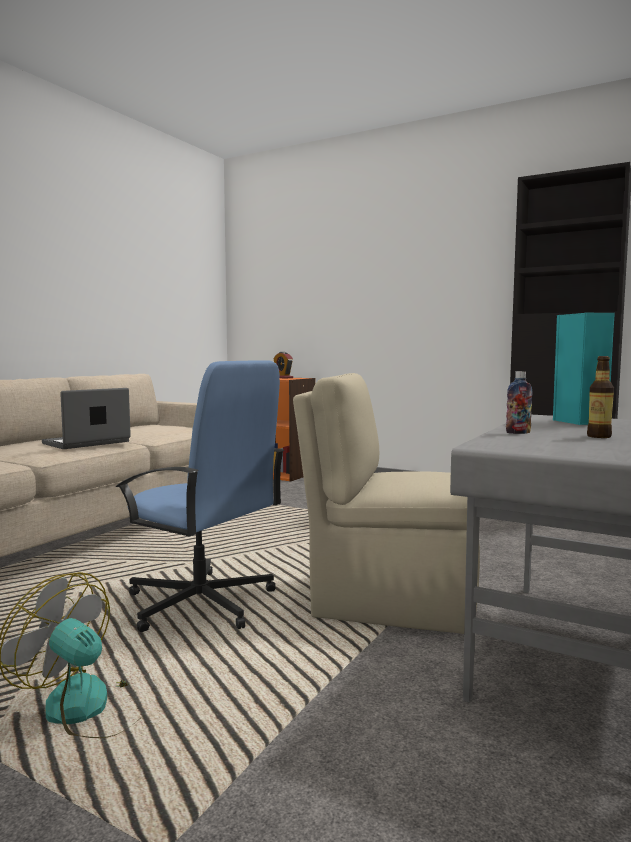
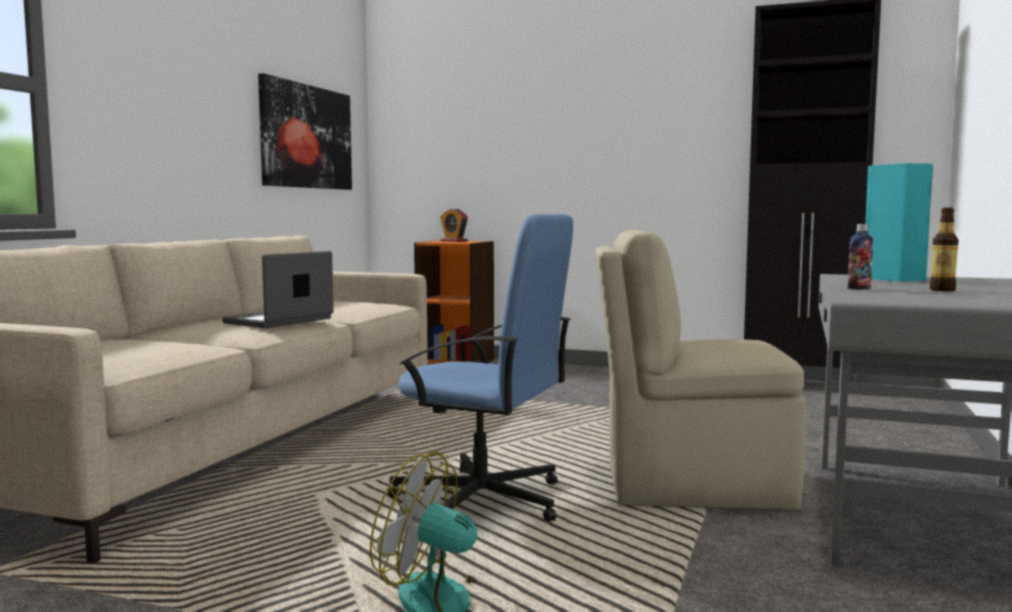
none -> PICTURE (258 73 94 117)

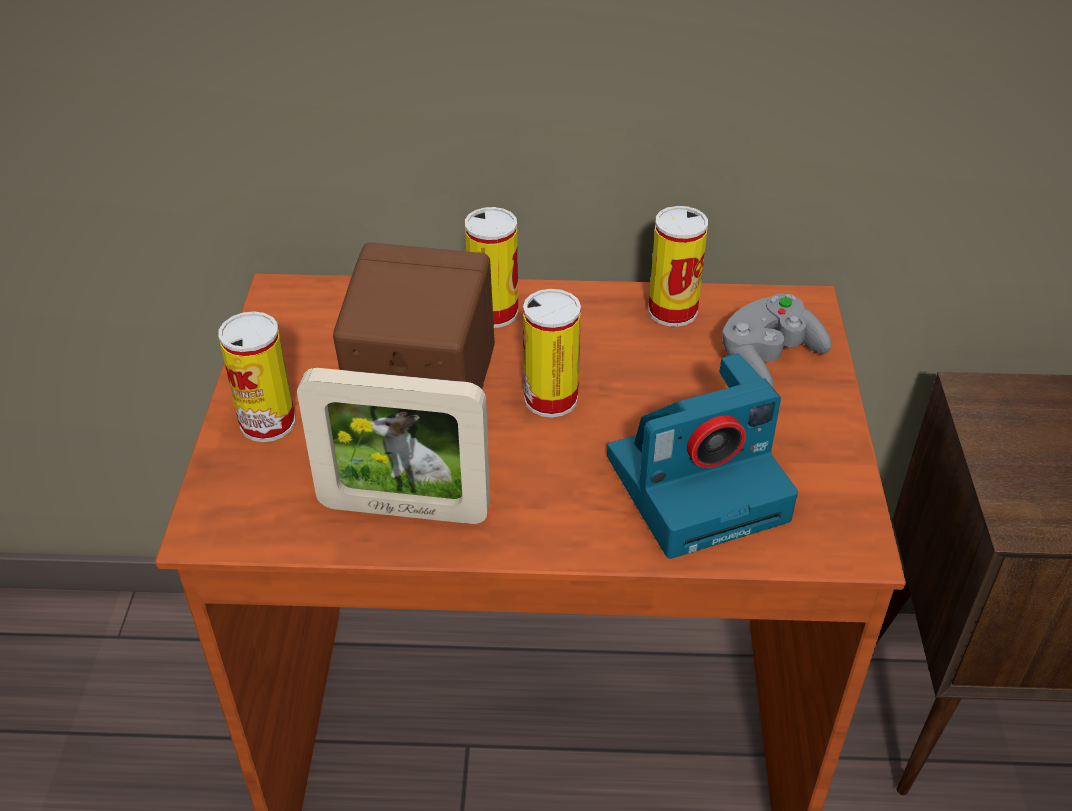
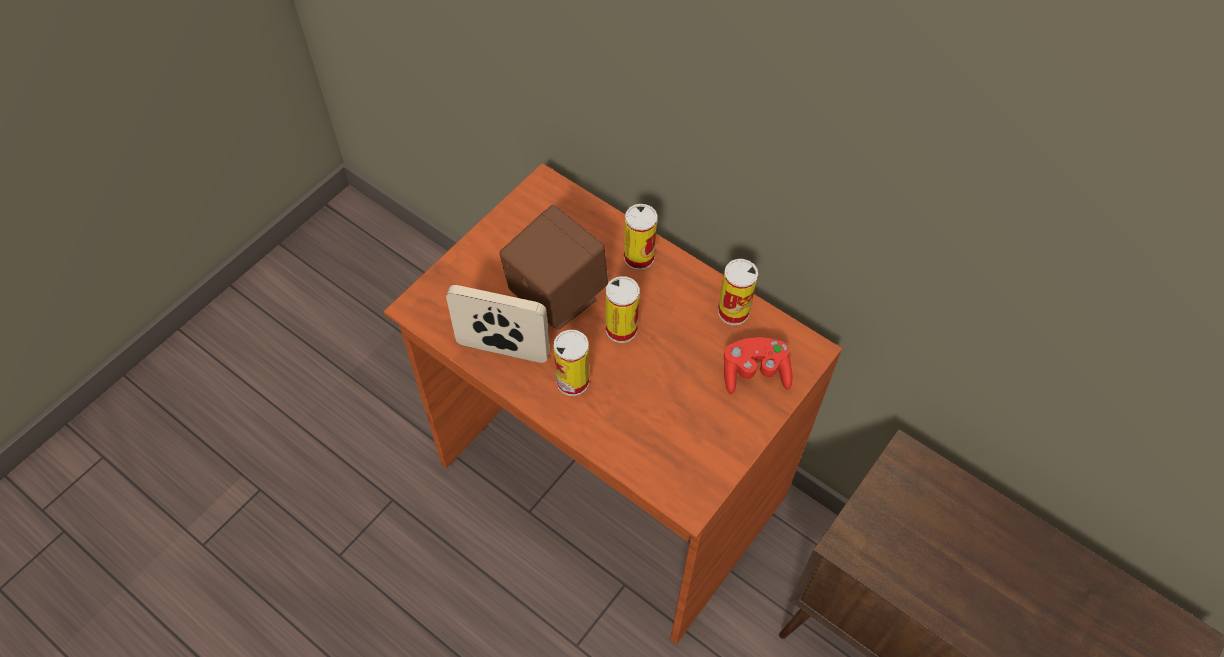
PICTURE FRAME (297 368 193 156) -> PICTURE FRAME (446 285 104 78), 150 degrees clockwise
CAN (218 311 77 131) -> CAN (554 330 35 66), shifted
GREY GAME CONTROLLER (722 293 110 94) -> RED GAME CONTROLLER (724 337 68 57)
PHOTO CAMERA (607 354 191 205) -> none

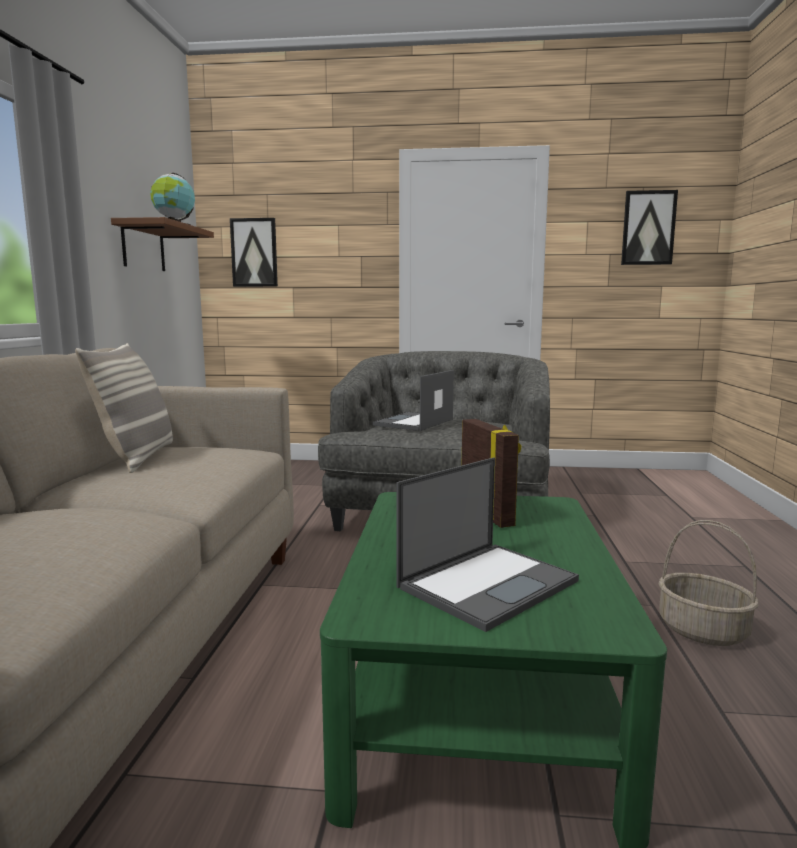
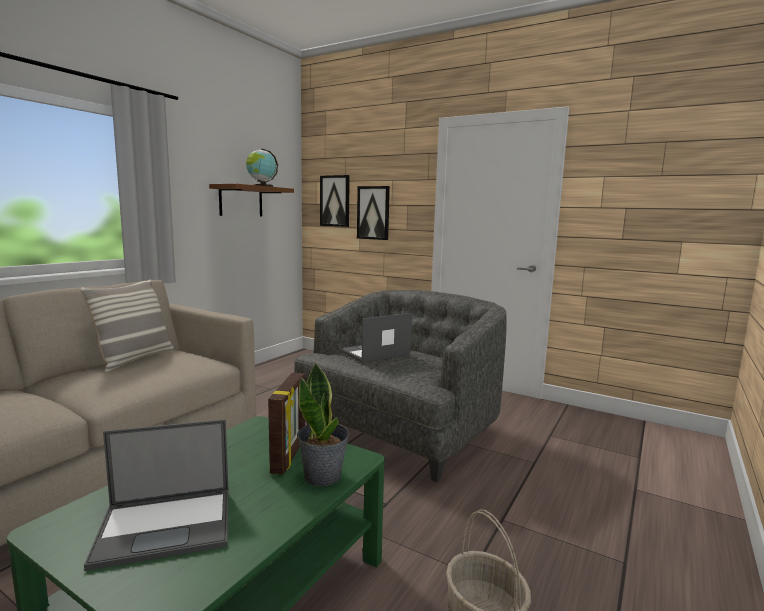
none -> POTTED PLANT (297 362 52 124)
PICTURE (621 190 57 75) -> PICTURE (357 186 33 54), shifted

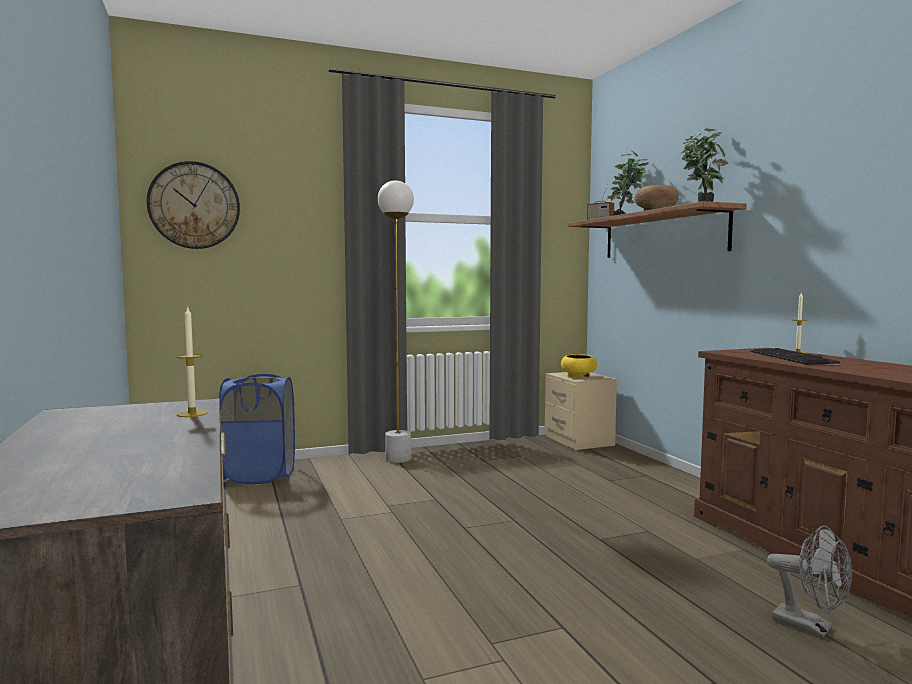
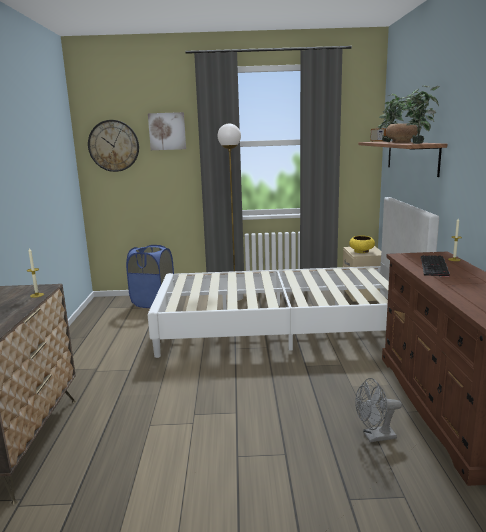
none -> PICTURE (148 112 38 38)
none -> WHITE BED (148 197 291 161)
GREY FAN (767 525 85 113) -> GREY FAN (355 378 47 64), 105 degrees clockwise

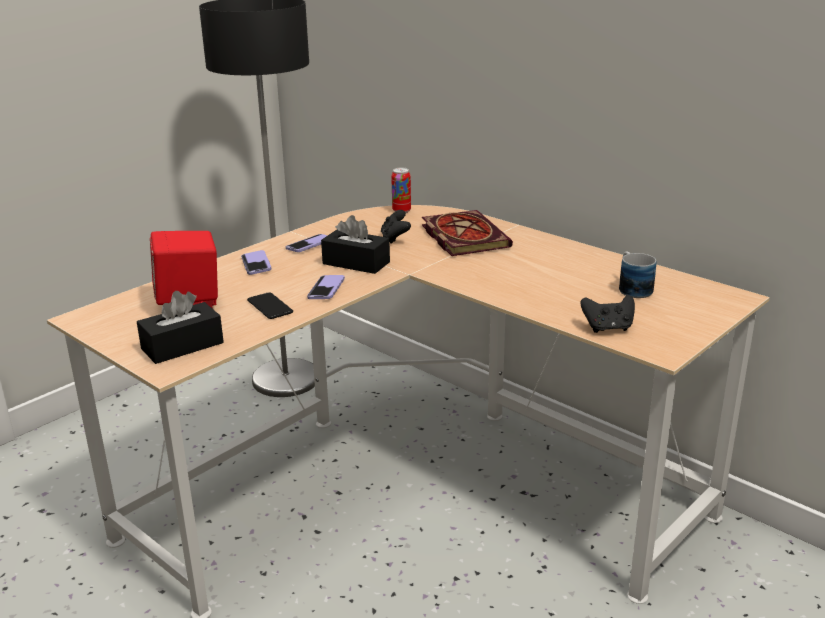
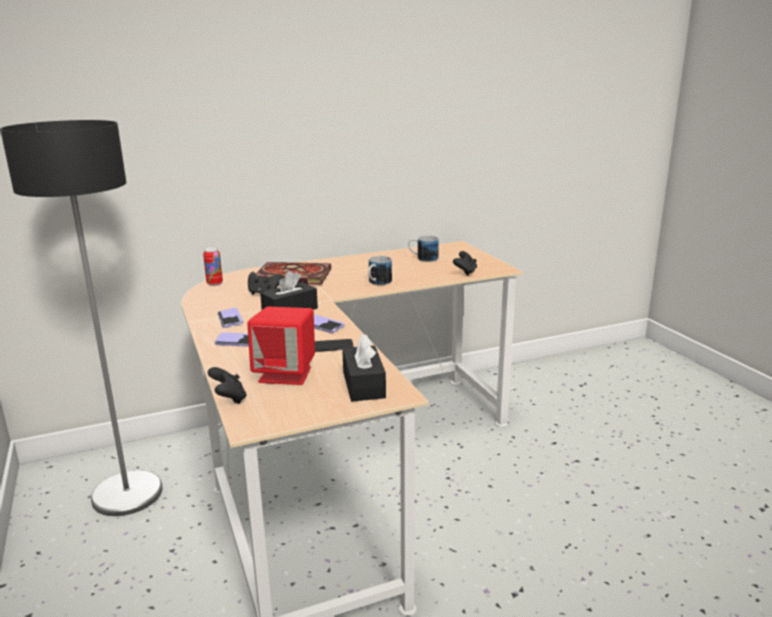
none -> BLACK GAME CONTROLLER (208 367 39 37)
none -> MUG (368 256 24 29)

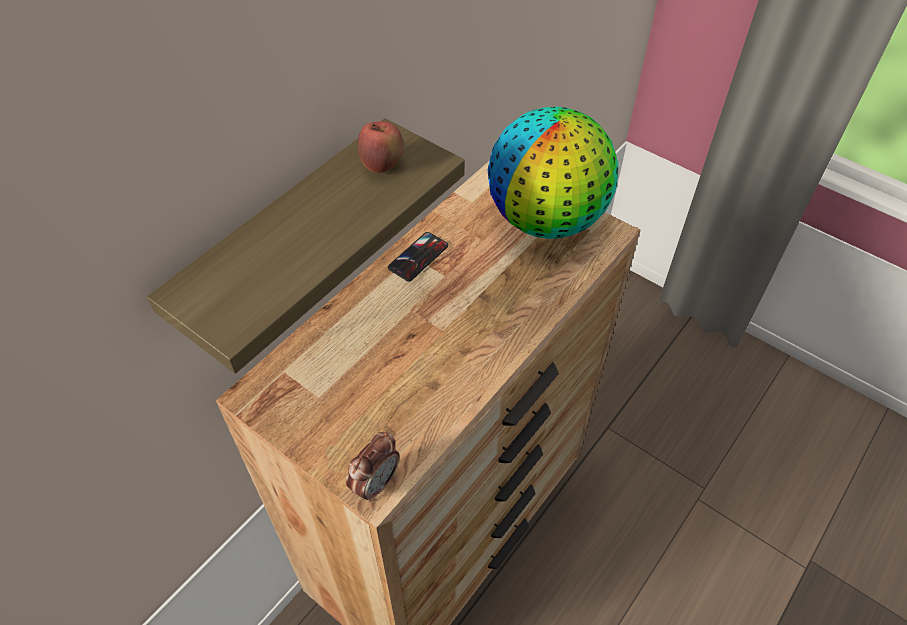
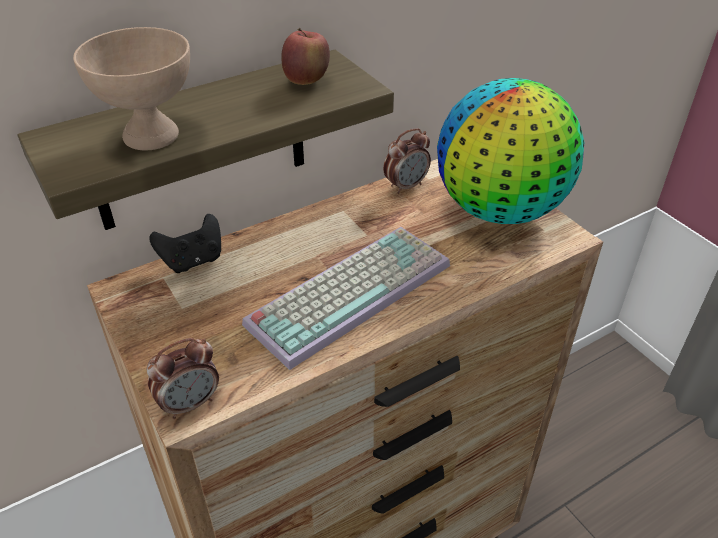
none -> BEIGE BOWL (73 27 117 124)
none -> BLACK GAME CONTROLLER (149 214 72 59)
none -> KEYBOARD (242 227 208 143)
none -> ALARM CLOCK (383 128 48 66)
PHONE (388 232 60 49) -> none

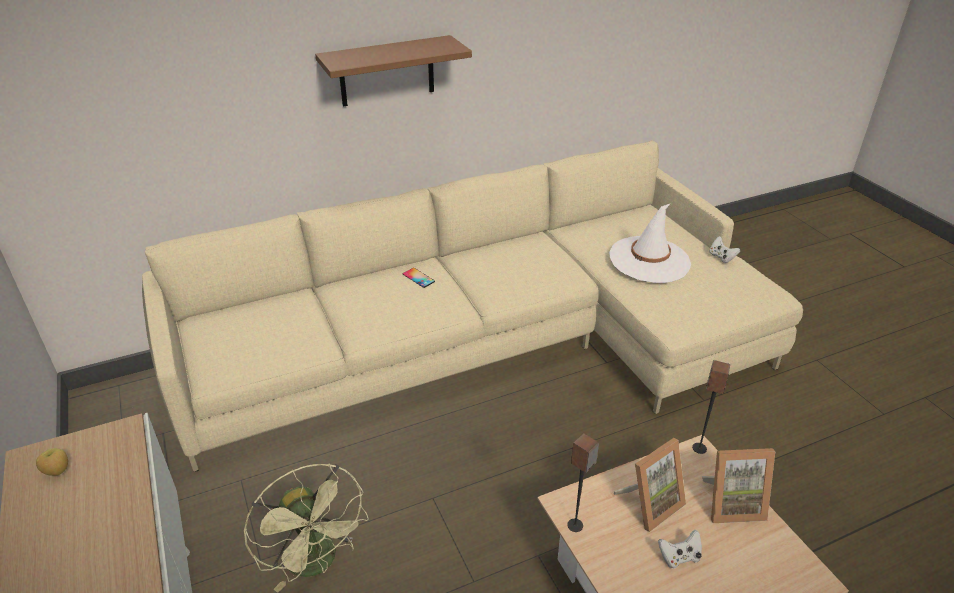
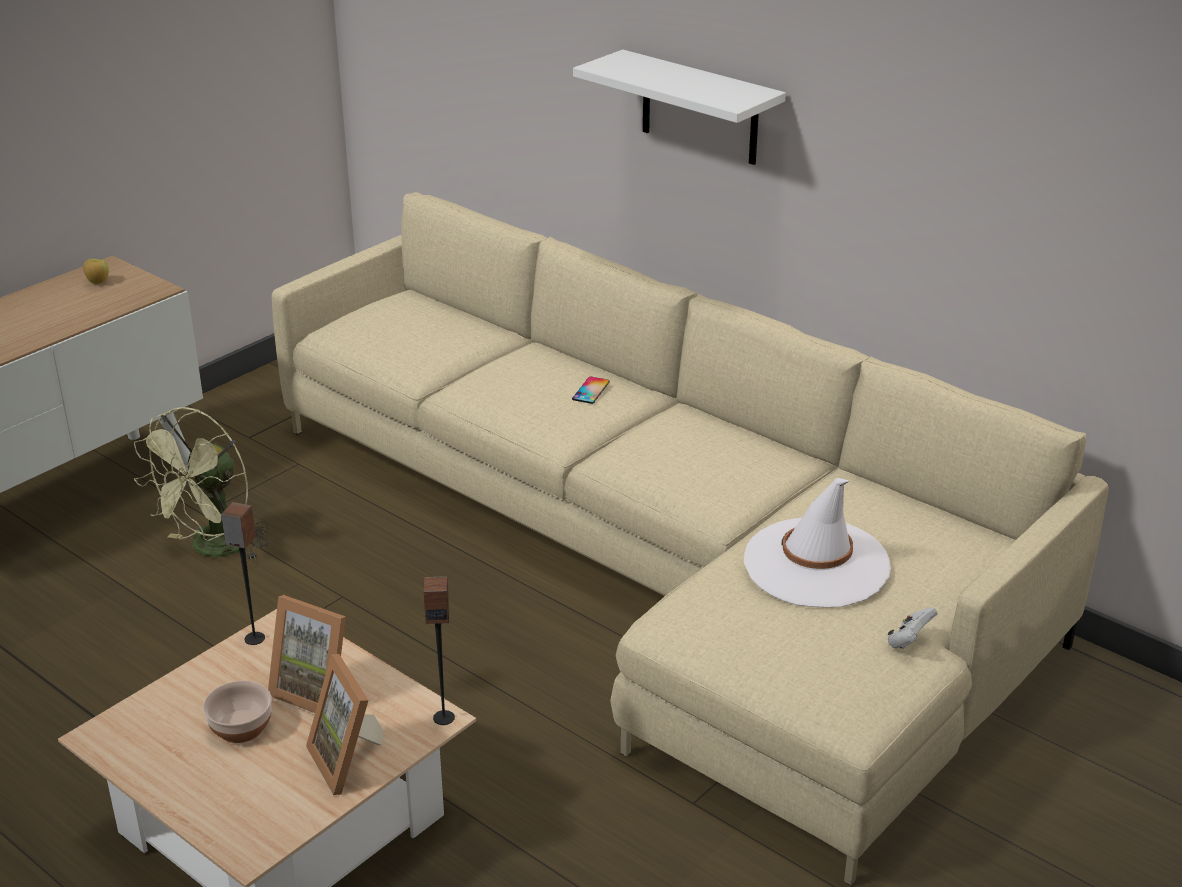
WHITE GAME CONTROLLER (658 530 44 39) -> BOWL (203 681 69 62)
BROWN SHELF (315 35 157 72) -> WHITE SHELF (573 50 213 115)

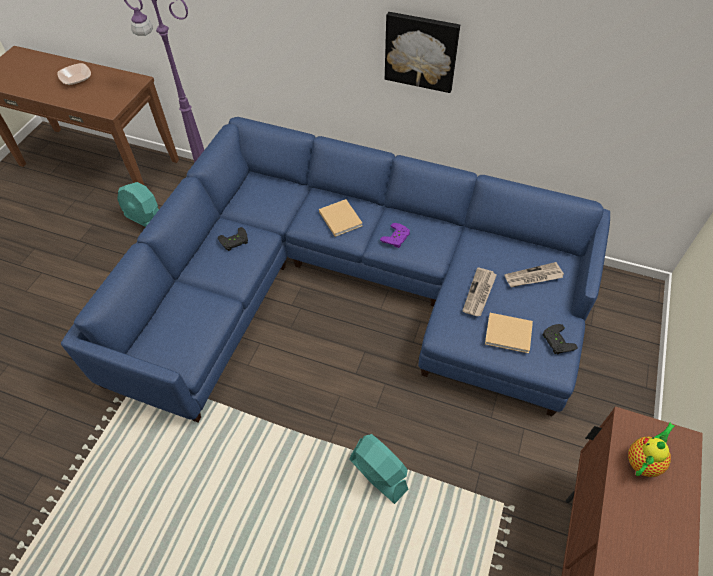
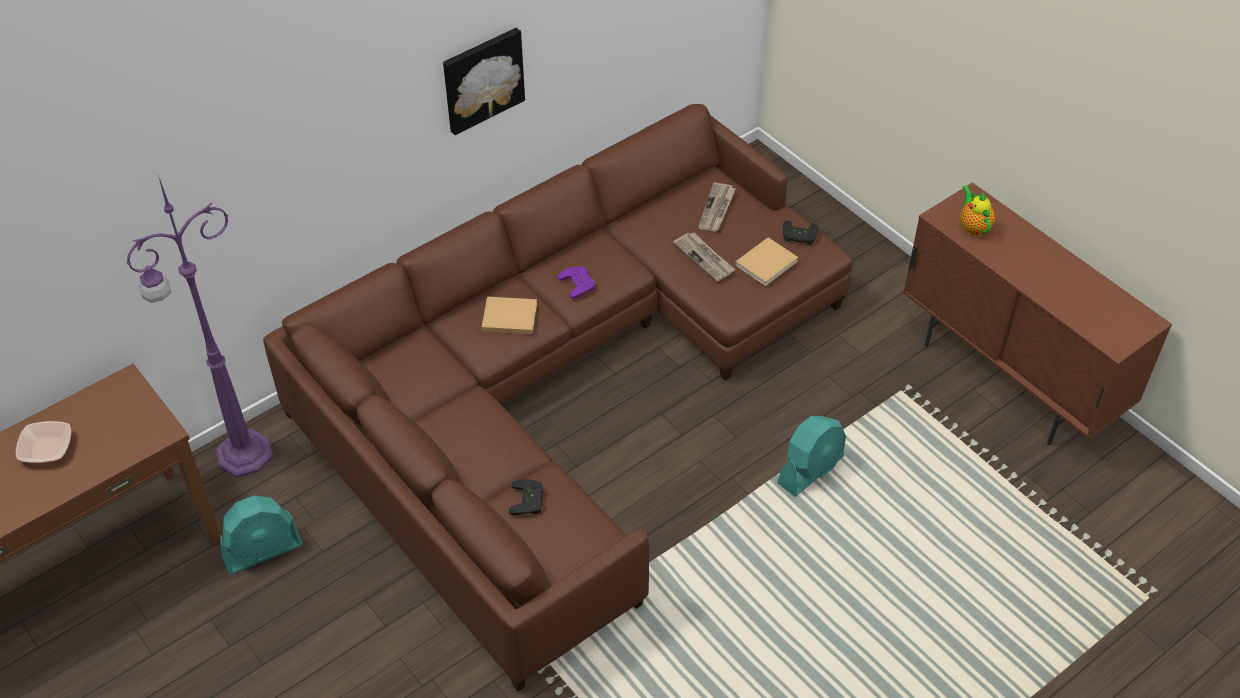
BLUE SOFA (61 117 549 306) -> BROWN SOFA (263 104 590 588)
BLACK GAME CONTROLLER (218 227 30 24) -> BLACK GAME CONTROLLER (509 479 35 36), shifted
TURQUOISE FAN (350 434 58 70) -> TURQUOISE FAN (777 416 69 81), 150 degrees clockwise

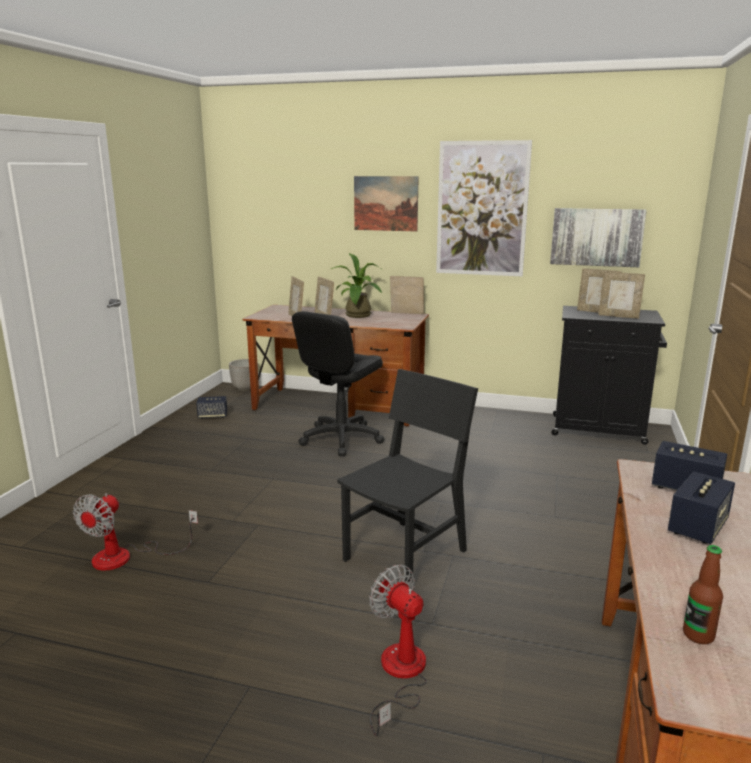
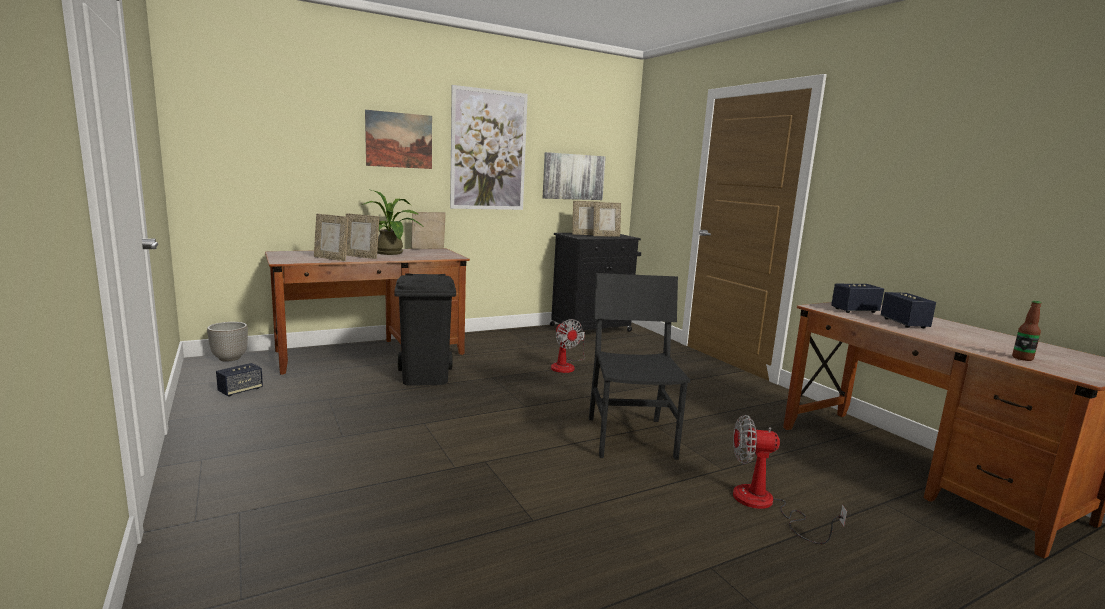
BLACK OFFICE CHAIR (292 311 92 145) -> BLACK TRASH CAN (394 273 62 113)
FAN (73 493 125 78) -> FAN (551 319 34 54), shifted

